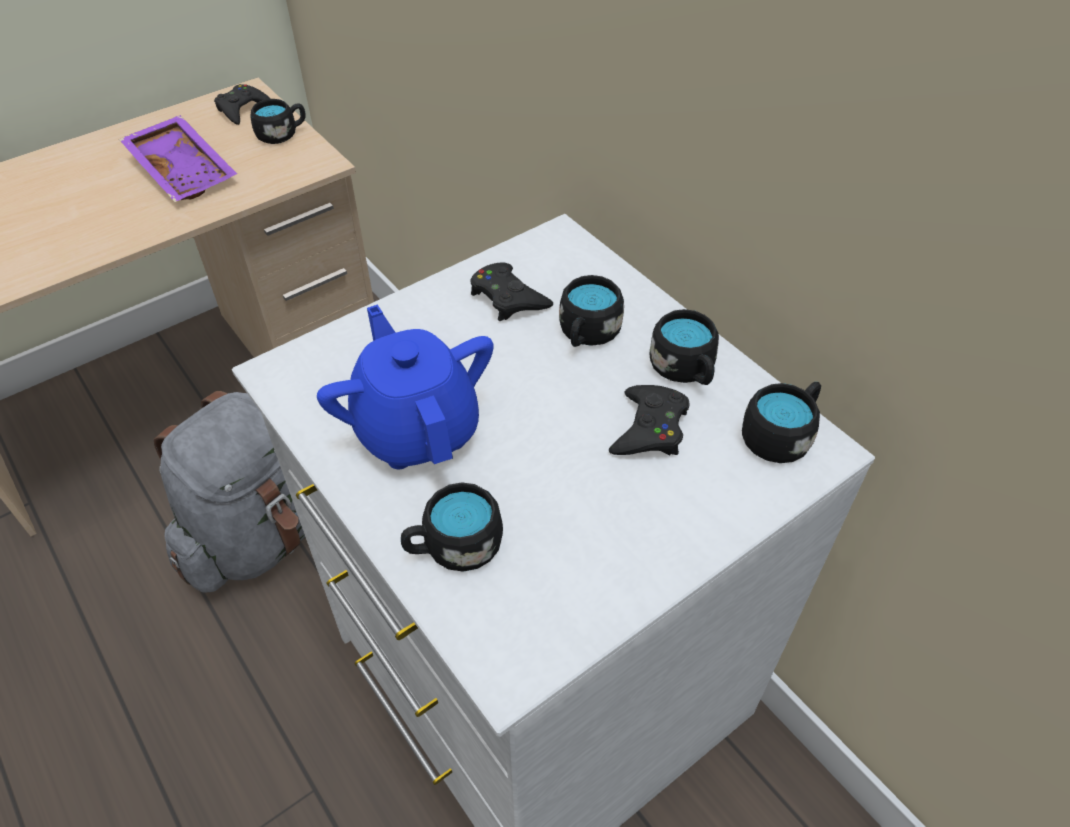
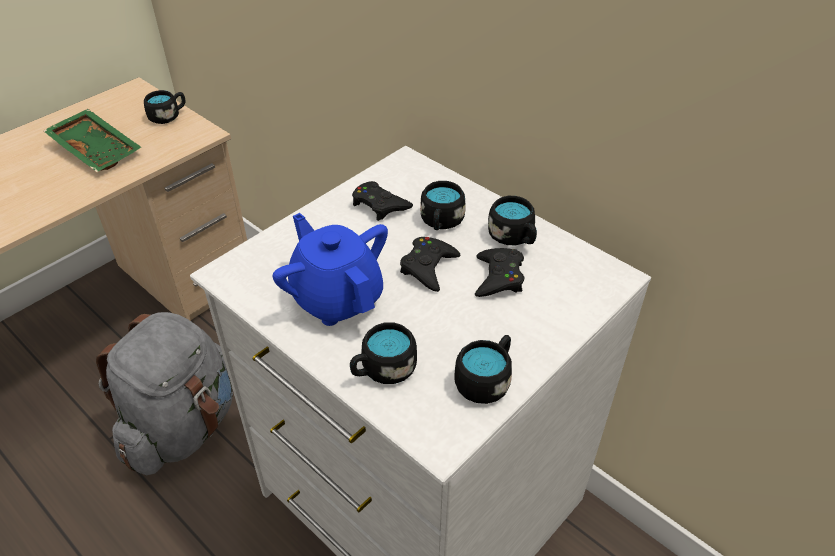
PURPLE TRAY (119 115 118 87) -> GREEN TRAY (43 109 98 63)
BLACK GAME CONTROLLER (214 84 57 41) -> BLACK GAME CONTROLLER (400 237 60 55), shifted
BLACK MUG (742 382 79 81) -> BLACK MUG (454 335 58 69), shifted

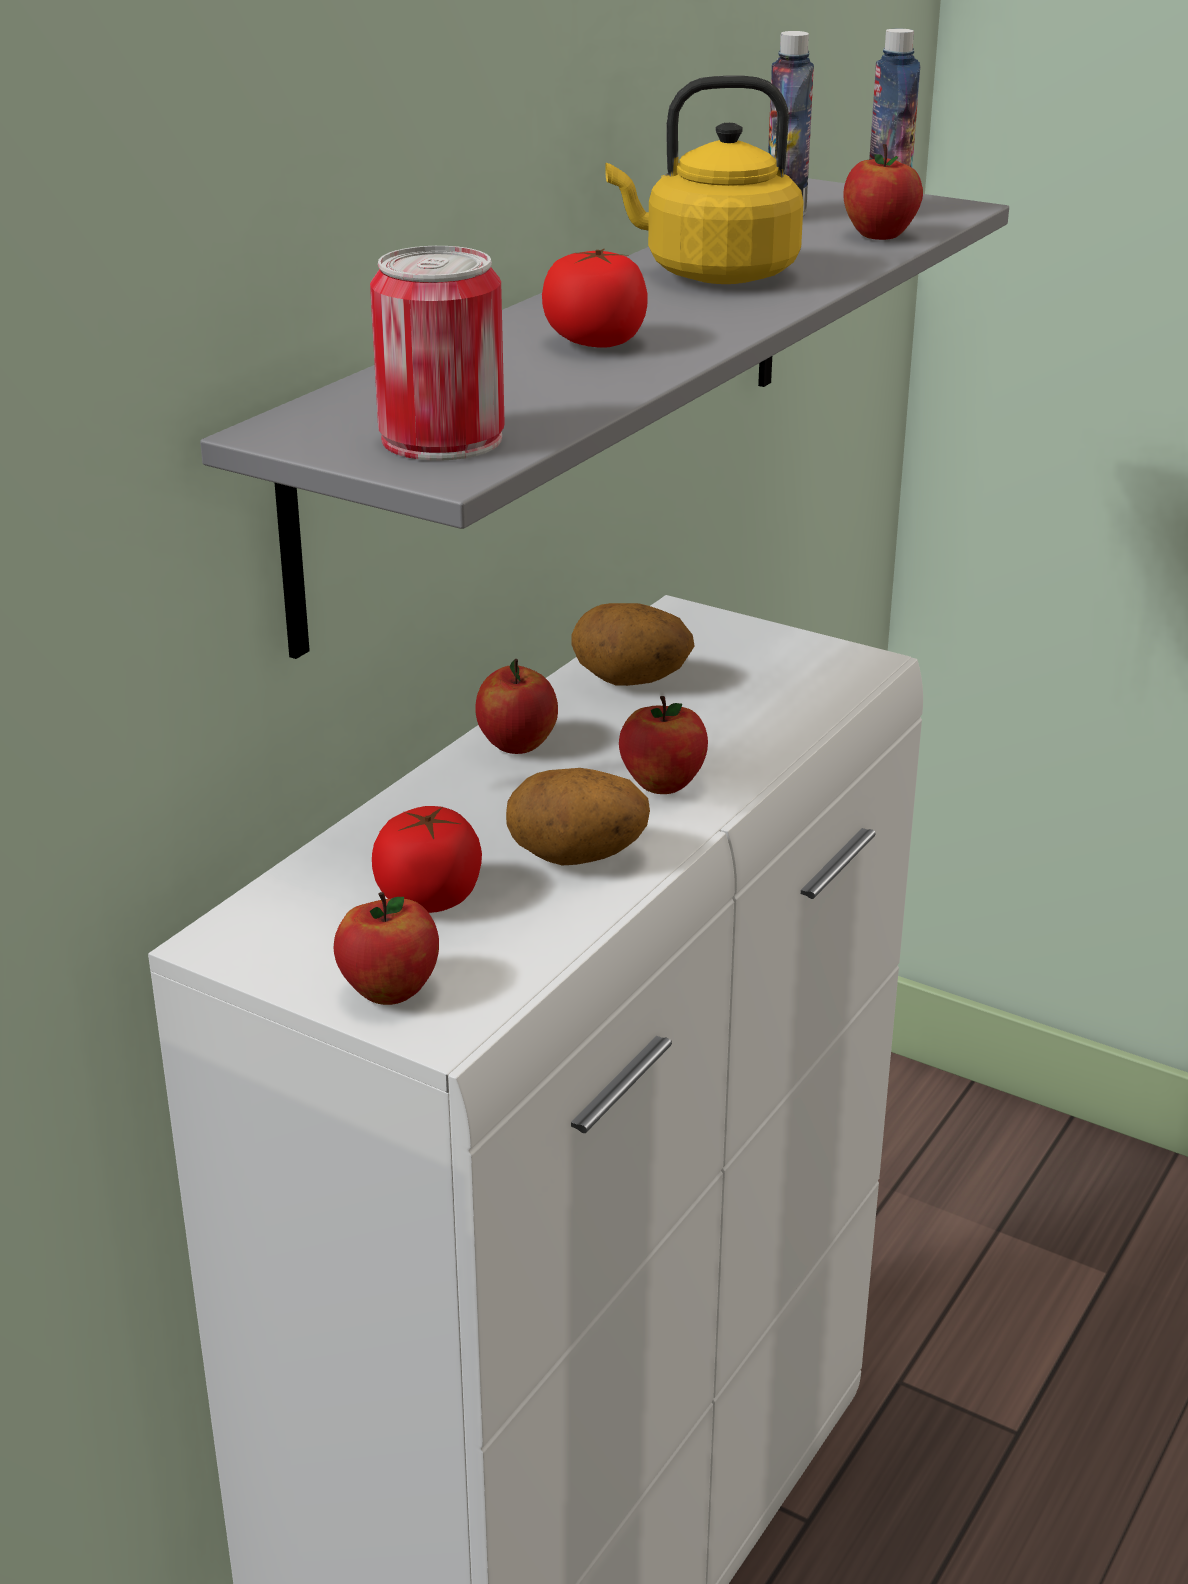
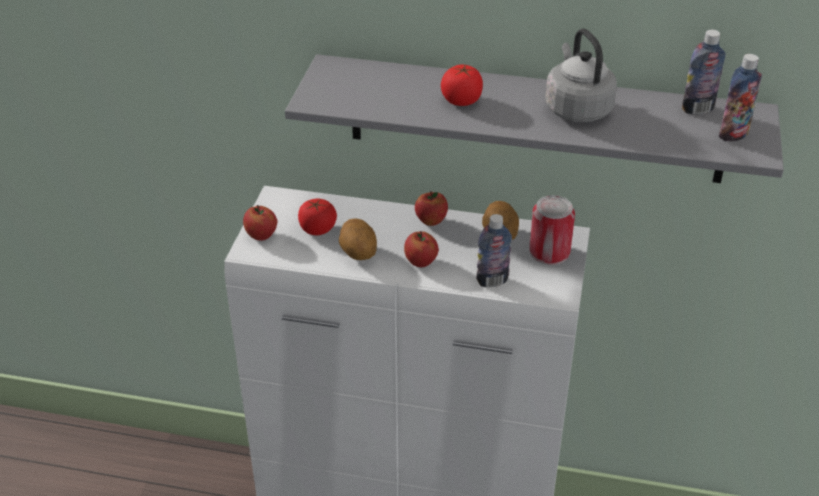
none -> BOTTLE (476 214 36 73)
CAN (370 246 135 215) -> CAN (529 195 46 70), shifted
YELLOW KETTLE (605 76 199 208) -> GREY KETTLE (545 28 72 95)
APPLE (843 144 80 96) -> none

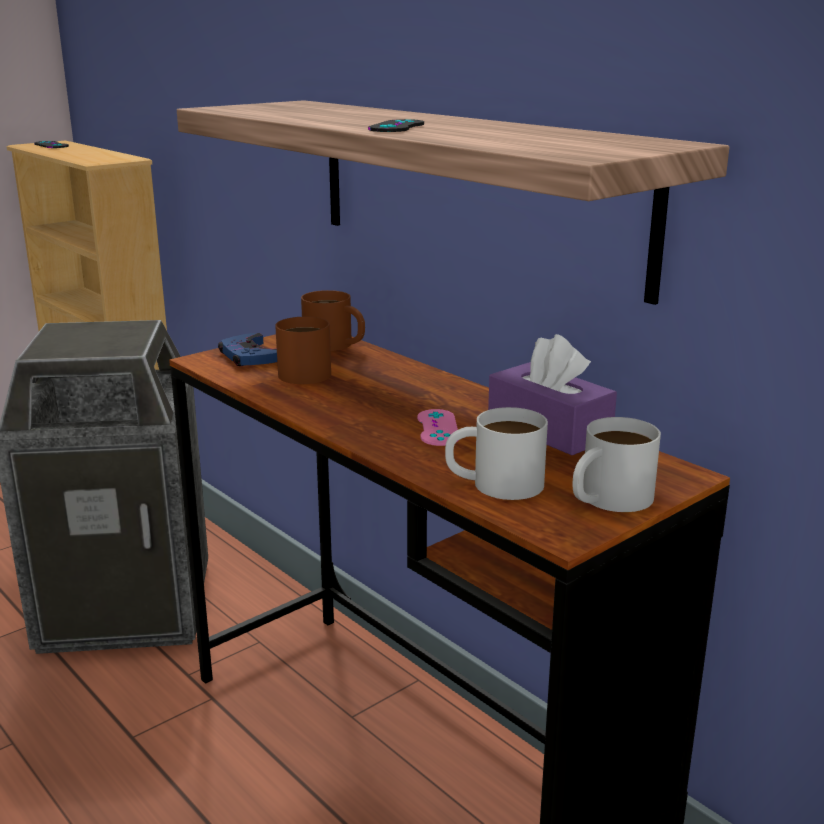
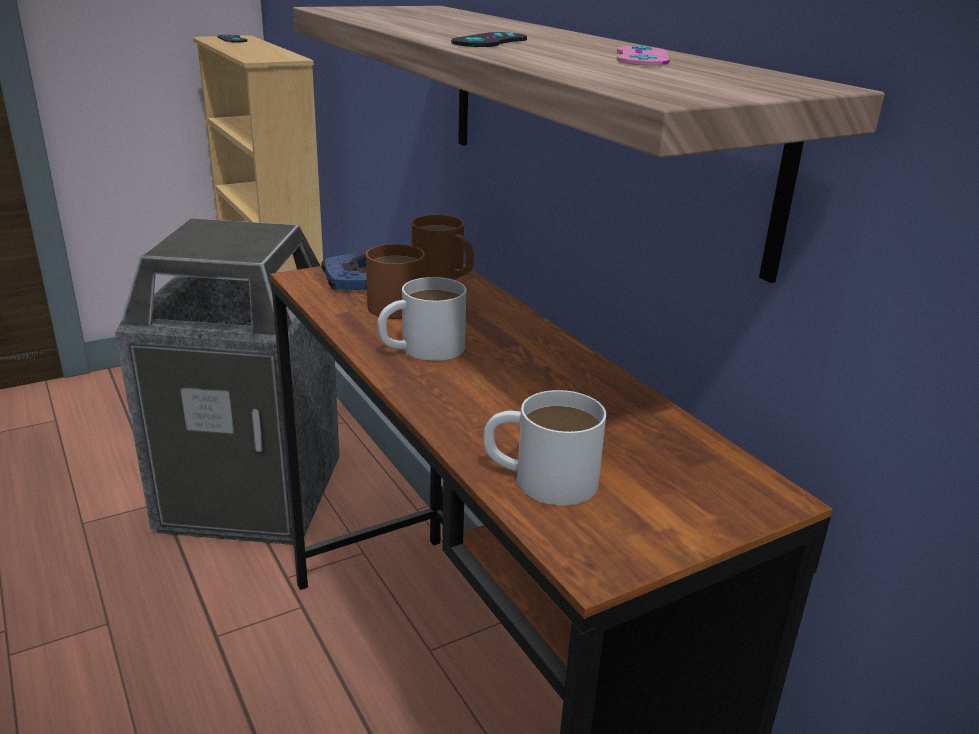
WHITE MUG (573 417 88 95) -> WHITE MUG (377 277 89 84), shifted
PINK GAME CONTROLLER (417 409 42 37) -> PINK GAME CONTROLLER (616 46 54 20), shifted
PURPLE TISSUE BOX (488 334 129 121) -> none

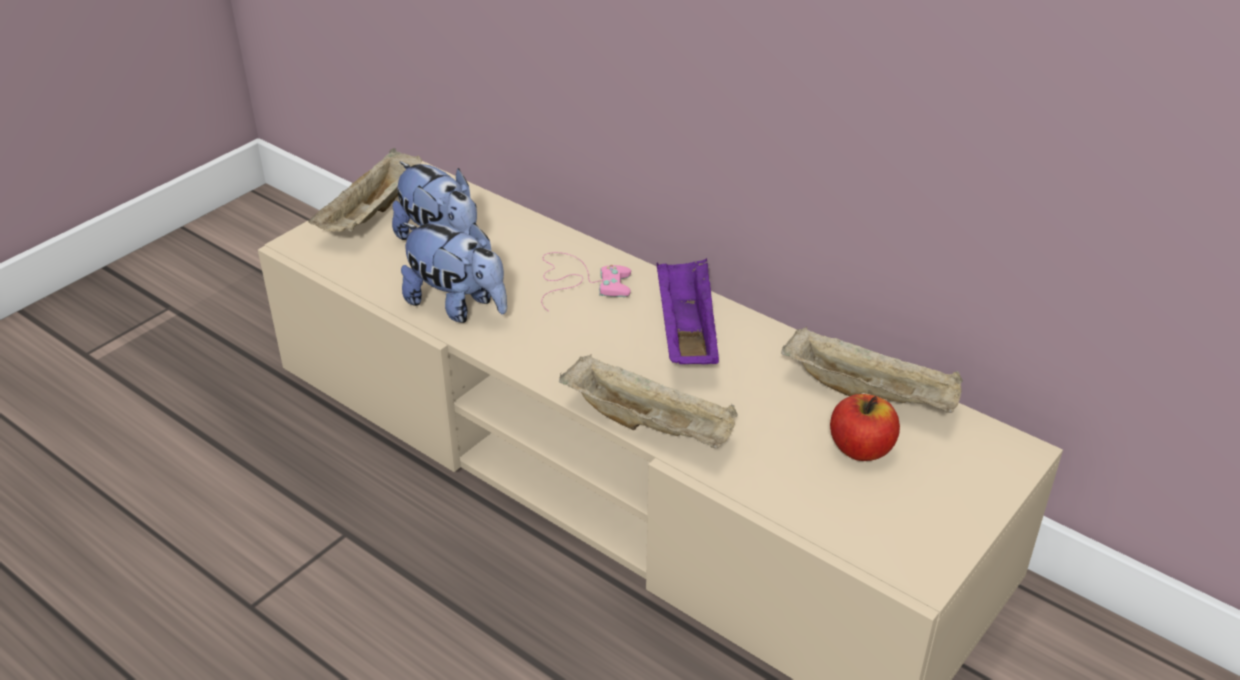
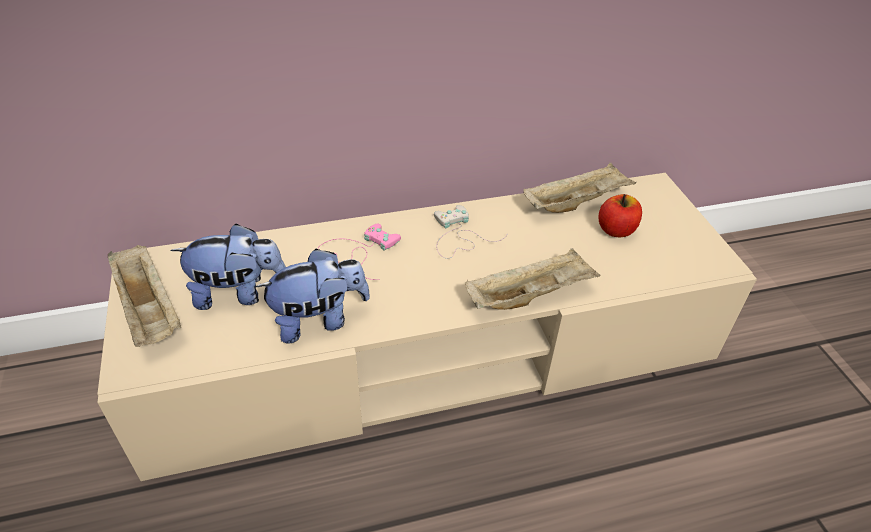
PURPLE TRAY (656 258 63 106) -> WHITE GAME CONTROLLER (434 205 74 54)

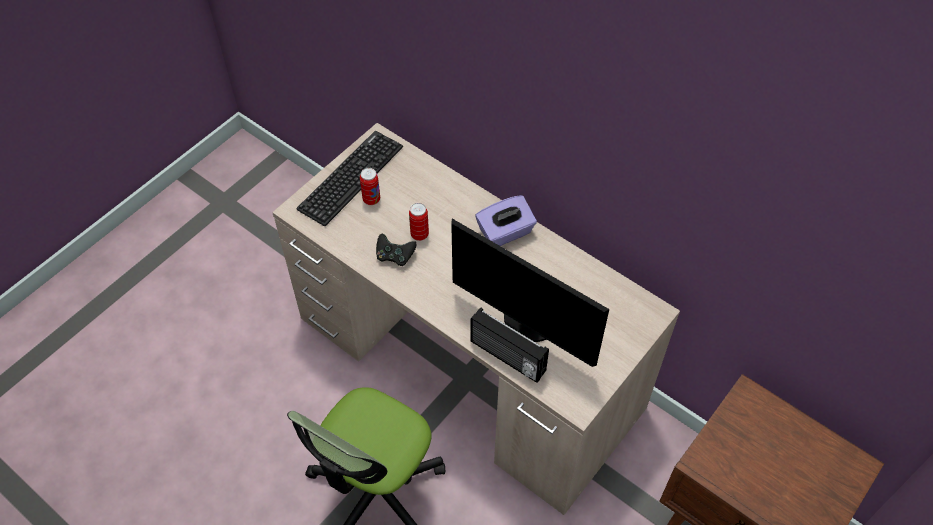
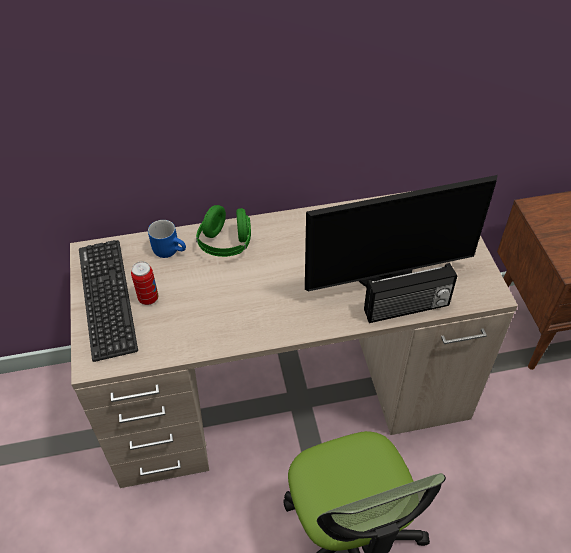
none -> BLUE MUG (148 220 38 38)
none -> GREEN HEADPHONES (196 205 55 52)
BLACK GAME CONTROLLER (376 234 41 32) -> none
CAN (409 203 20 38) -> none
PURPLE TISSUE BOX (475 195 62 51) -> none

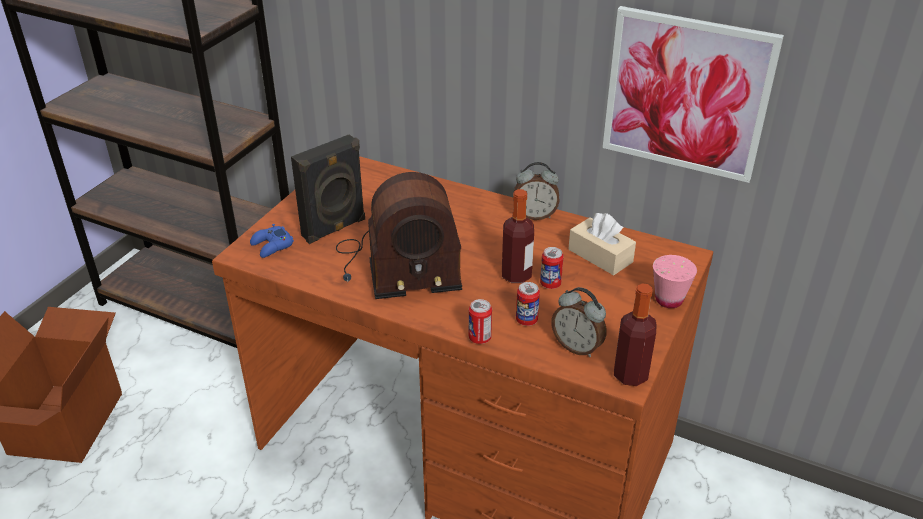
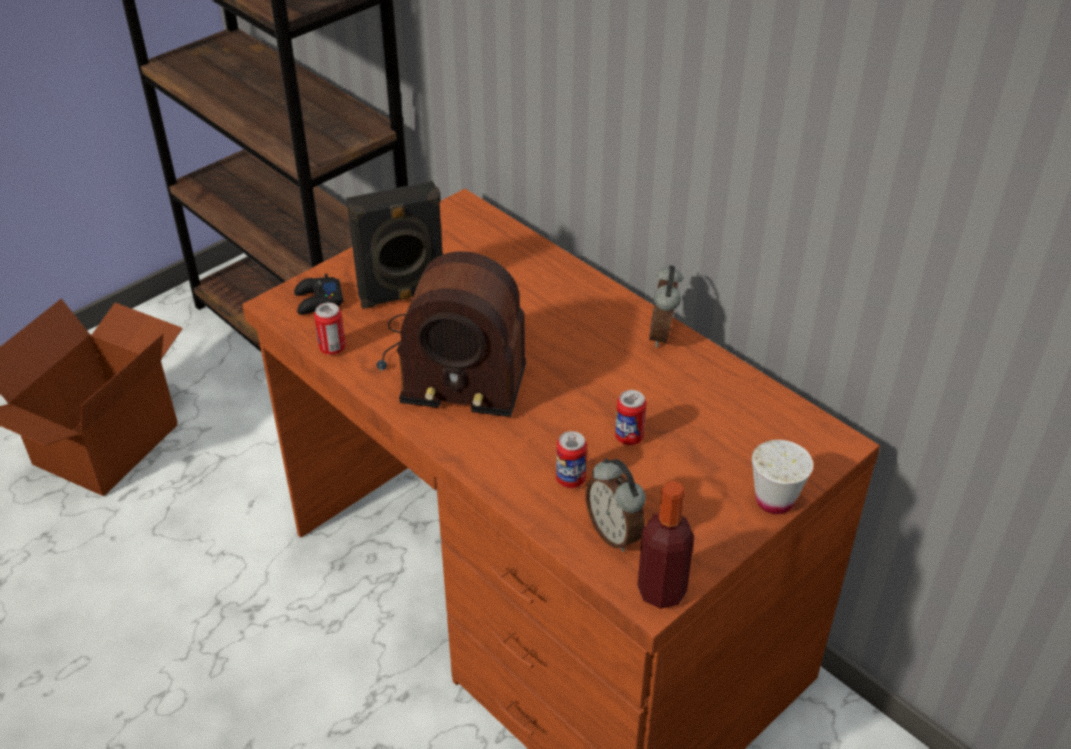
BLUE GAME CONTROLLER (250 224 44 34) -> BLACK GAME CONTROLLER (294 274 50 41)
CAN (469 299 23 45) -> CAN (314 303 32 52), shifted
ALARM CLOCK (513 162 47 58) -> ALARM CLOCK (649 265 34 83), 75 degrees clockwise
PINK CUP (653 255 44 53) -> WHITE CUP (752 440 61 74)
BOTTLE (502 189 32 94) -> none
BEIGE TISSUE BOX (568 213 68 62) -> none
PICTURE (603 6 181 177) -> none

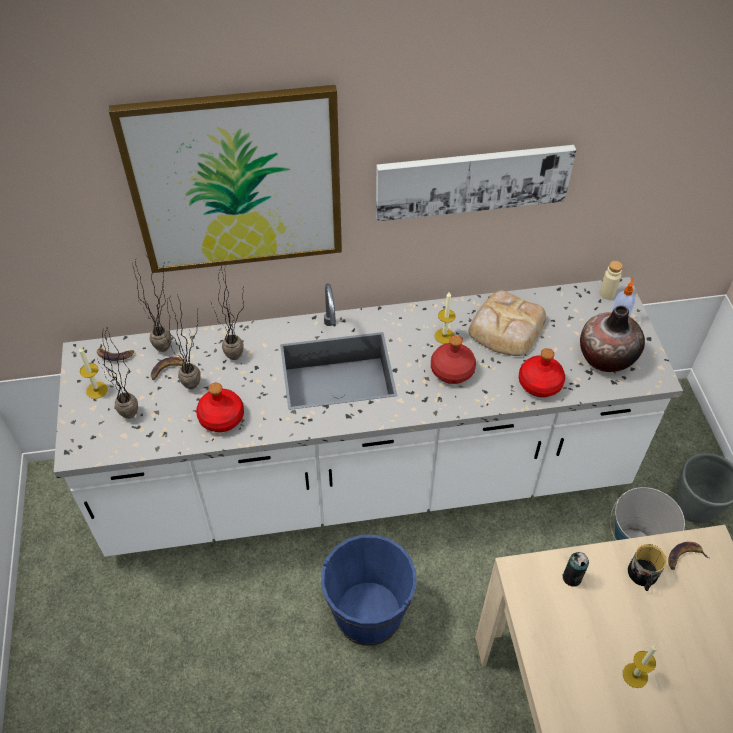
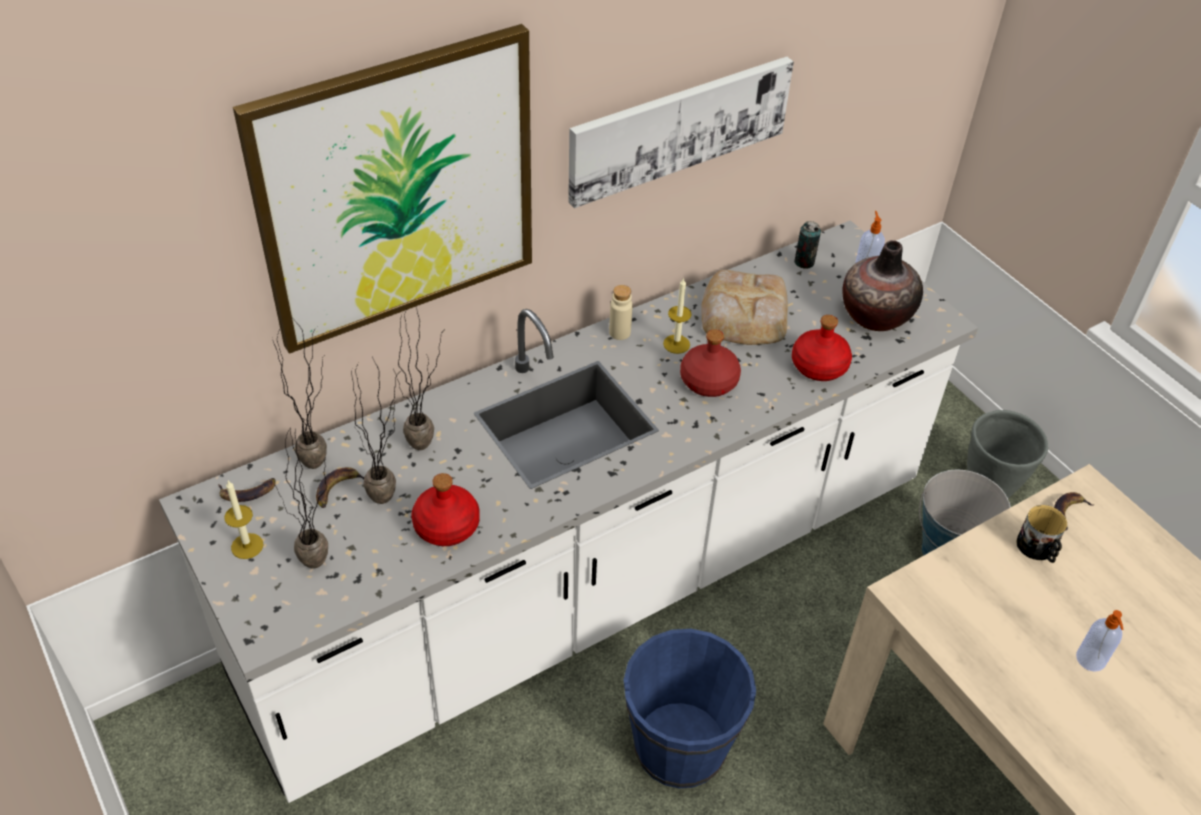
BEIGE BOTTLE (599 261 24 38) -> BEIGE BOTTLE (609 285 24 55), shifted
CAN (562 552 27 35) -> CAN (794 221 27 48), shifted
CANDLE (623 645 34 43) -> SOAP DISPENSER (1076 610 48 62)

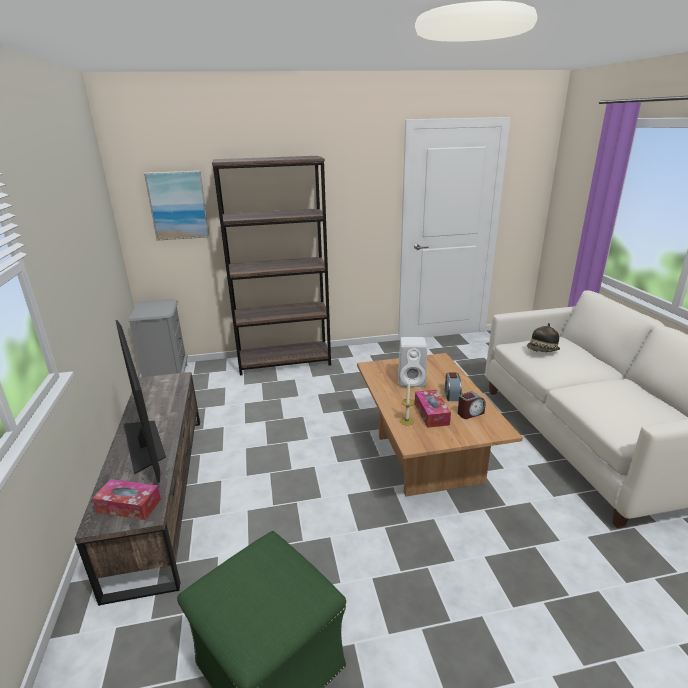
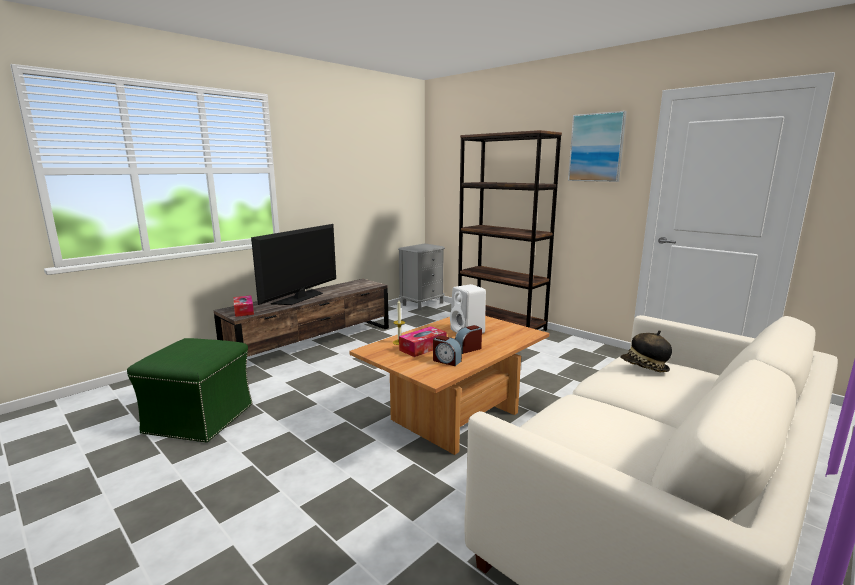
PICTURE (144 171 66 70) -> PICTURE (568 111 59 71), shifted

